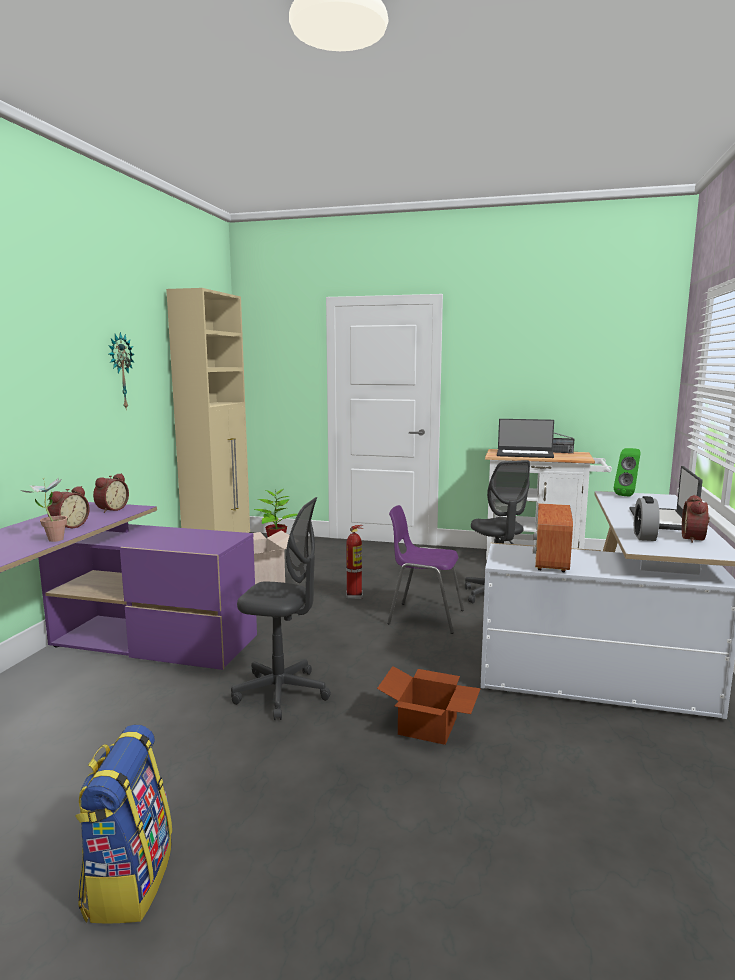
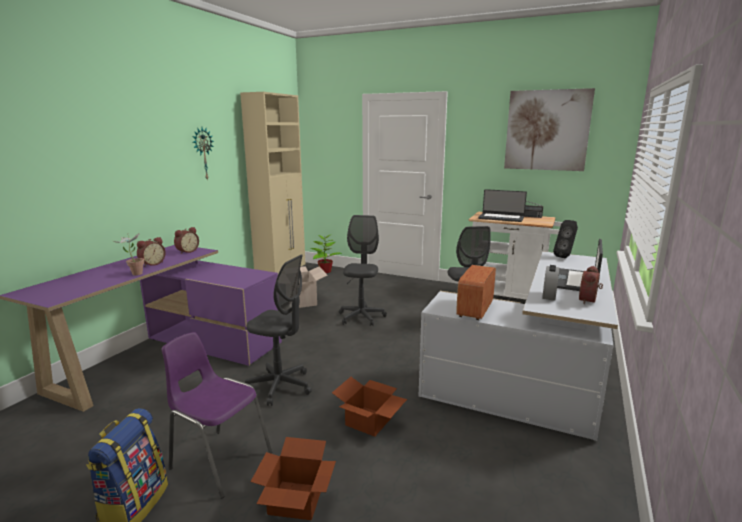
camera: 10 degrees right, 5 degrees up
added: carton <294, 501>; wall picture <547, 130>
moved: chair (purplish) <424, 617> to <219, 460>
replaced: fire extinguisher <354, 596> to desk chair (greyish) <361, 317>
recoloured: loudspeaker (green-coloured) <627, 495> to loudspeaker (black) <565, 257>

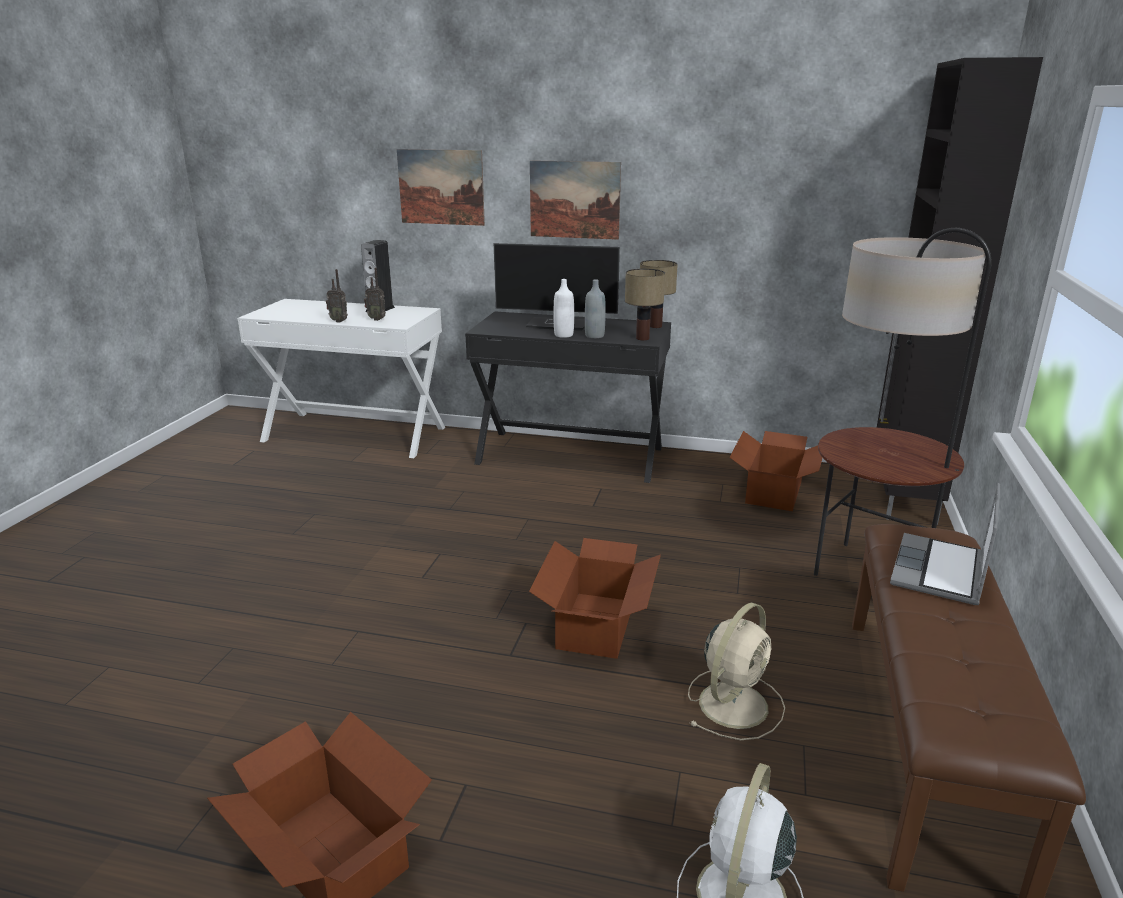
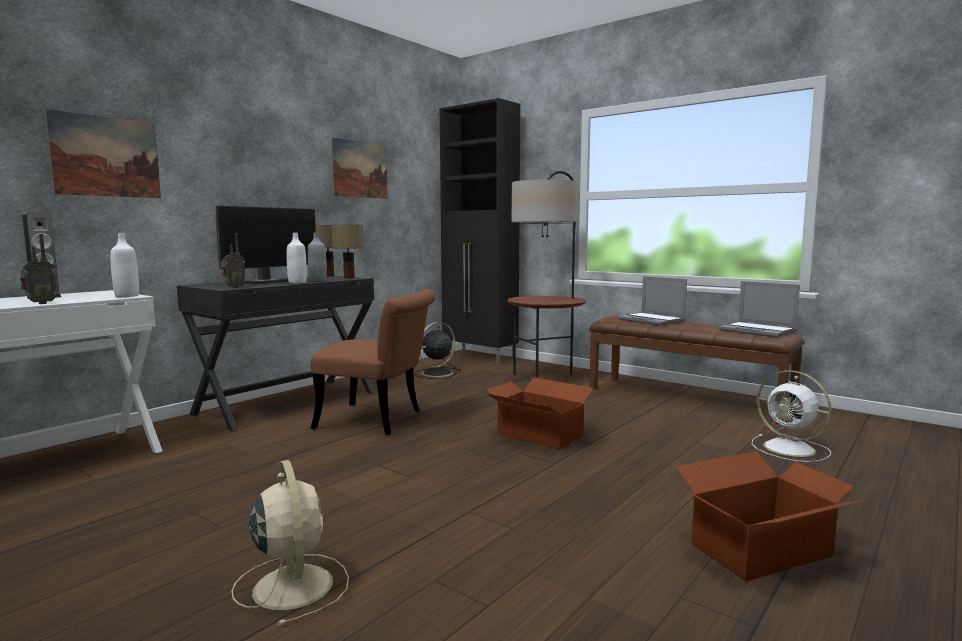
camera: 65 degrees left, 15 degrees down
added: bottle (white) <126, 296>; chair (brown-coloured) <379, 420>; laptop <758, 331>
moved: radio <377, 319> to <233, 287>; fan (beige) <734, 703> to <292, 584>; wall picture <574, 200> to <360, 169>
replaced: carton <773, 492> to fan (black) <436, 373>

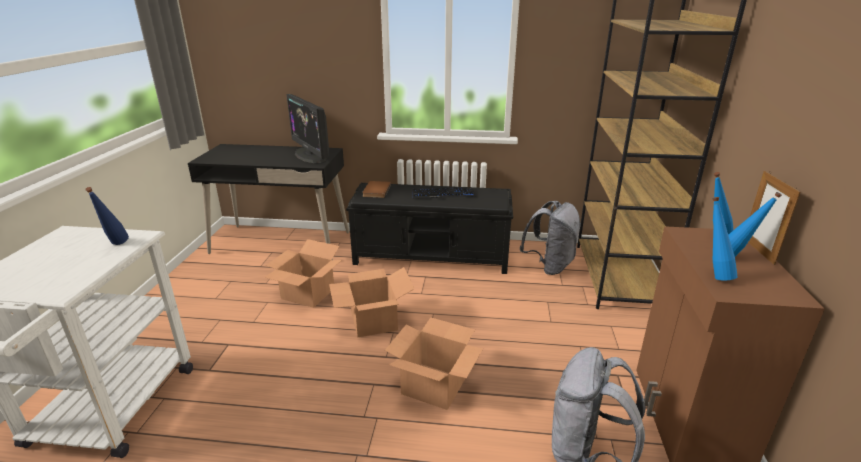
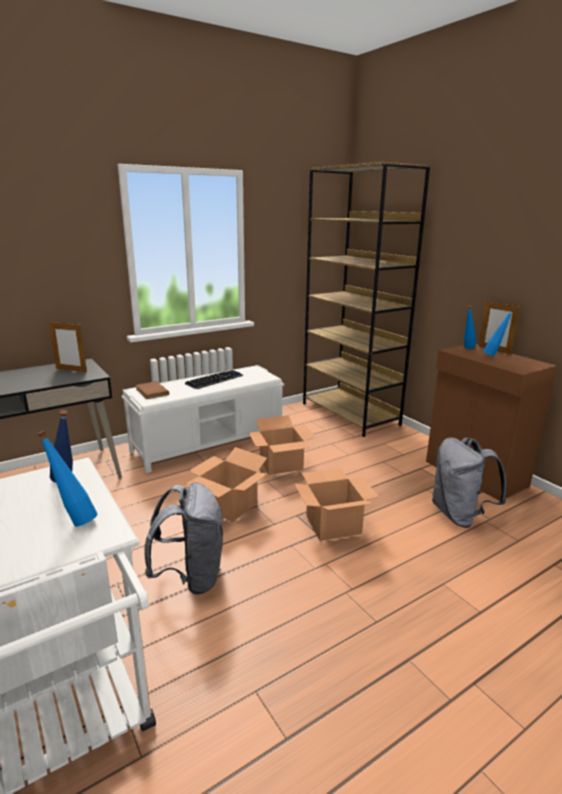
camera: 40 degrees left, 5 degrees down
moved: bottle (bluish) <713, 275> to <74, 520>; rucksack (greyish) <549, 266> to <191, 577>; carton <309, 293> to <281, 464>
replaced: monitor <310, 155> to photo frame <71, 370>
recoloured: long seat (black) <432, 256> to long seat (white) <209, 443>

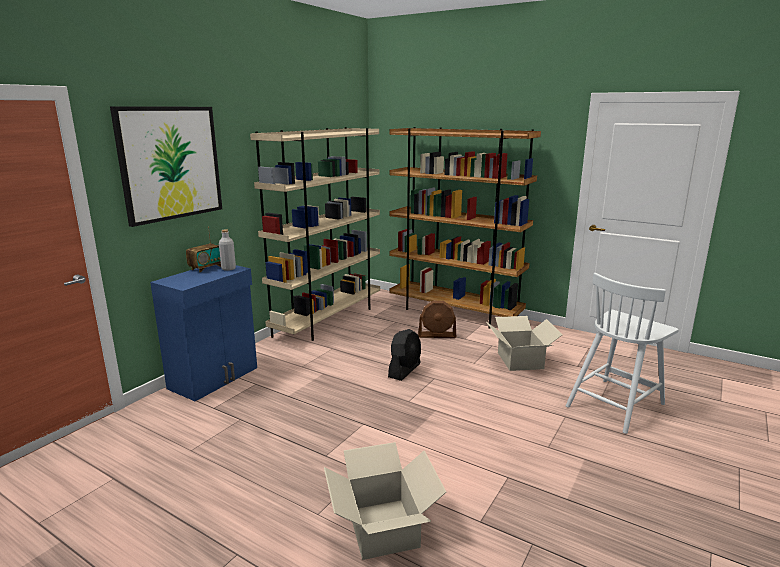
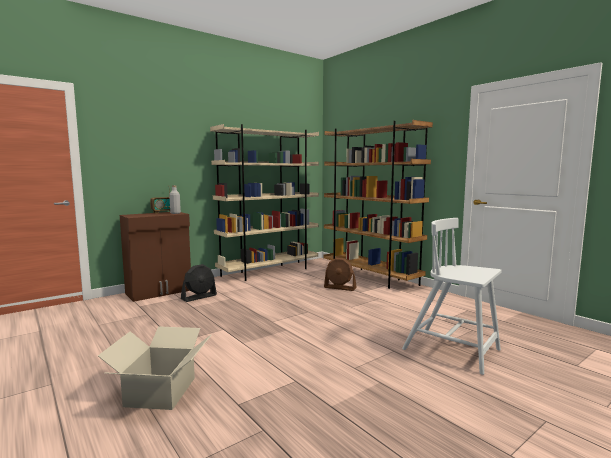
camera: 20 degrees right, 10 degrees down
removed: wall picture <170, 163>; carton <520, 360>
moved: fan (black) <404, 370> to <199, 297>
recoloured: storage cabinet (bluish) <215, 378> to storage cabinet (brown-coloured) <159, 292>
turned: chair (white) <615, 404> = <453, 350> 60 degrees clockwise

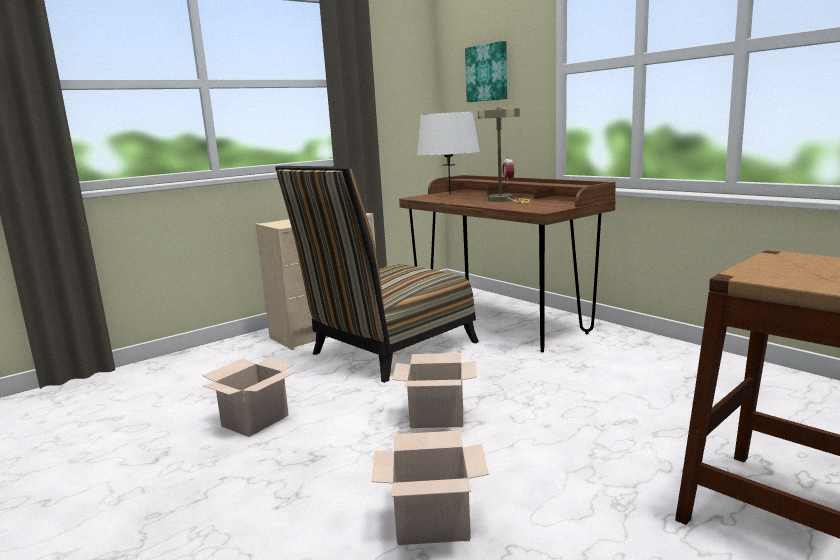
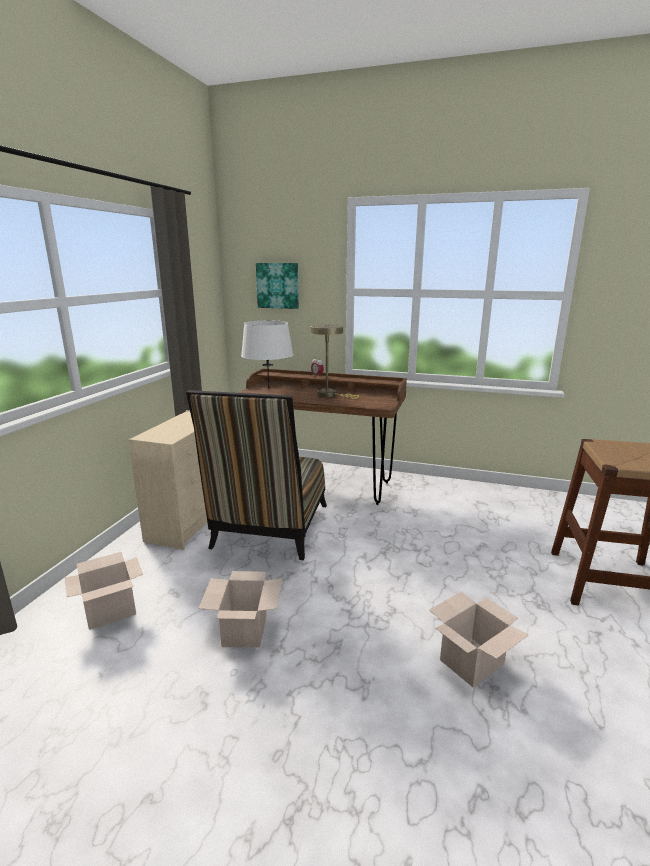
camera: 35 degrees left, 5 degrees up
moved: carton <438, 416> to <111, 610>

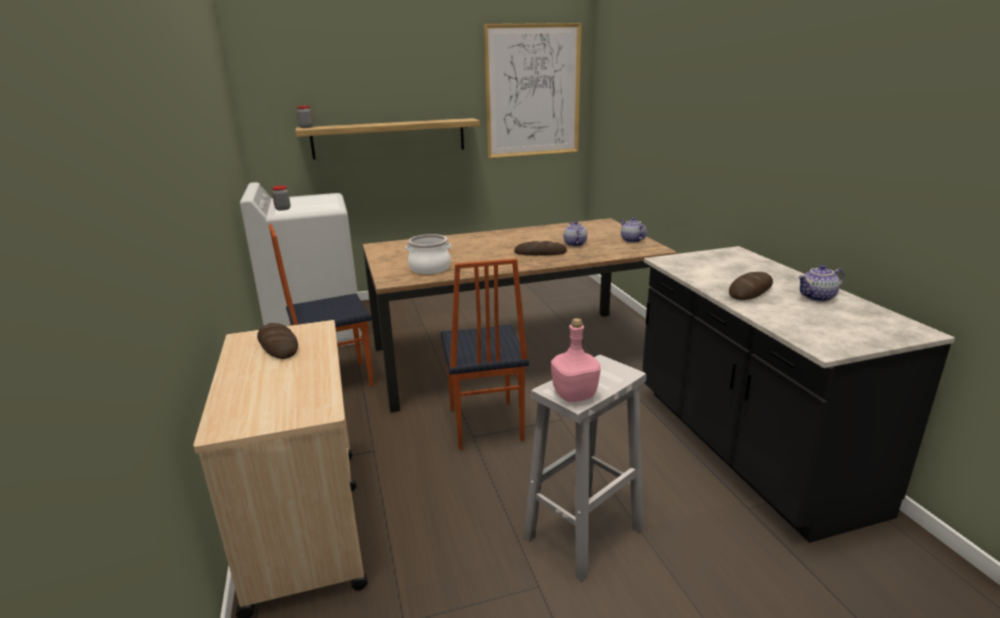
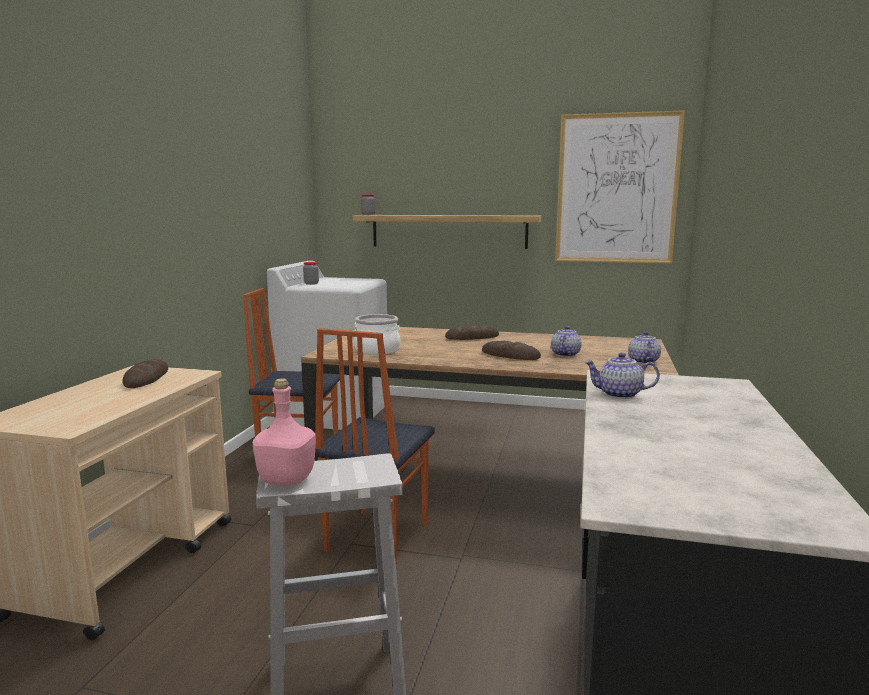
camera: 30 degrees right, 10 degrees down
moved: baked bread <750, 290> to <472, 337>; teapot <817, 298> to <619, 395>

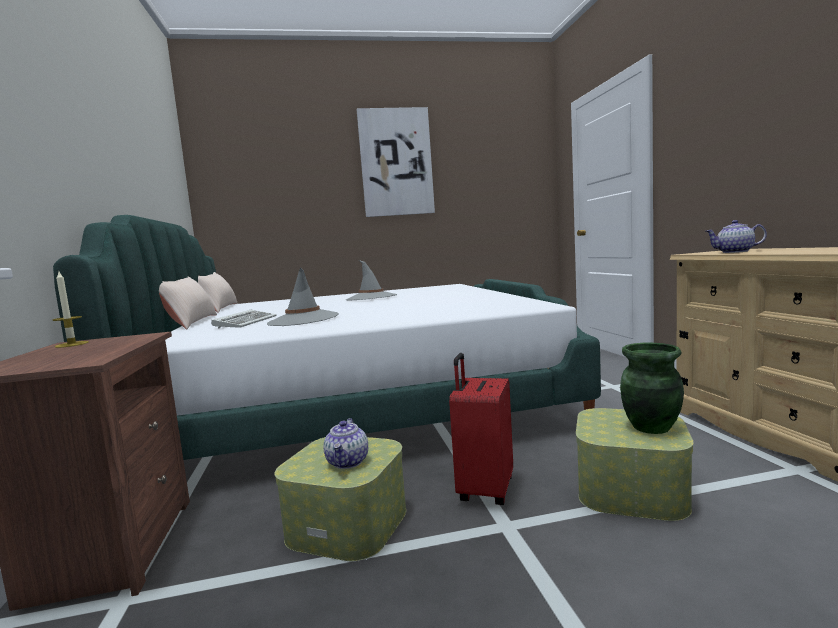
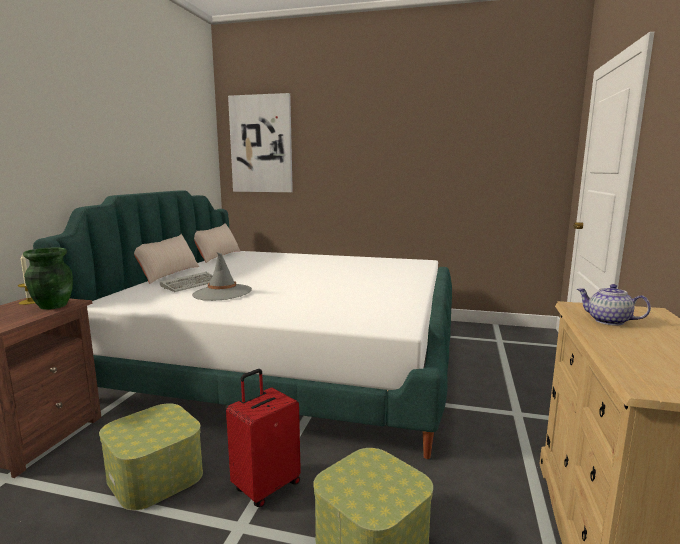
camera: 25 degrees right, 5 degrees up
removed: teapot <348, 462>; hat (greyish) <371, 298>
moved: flower vase (green-coloured) <650, 427> to <52, 306>; wall picture <396, 162> to <261, 144>

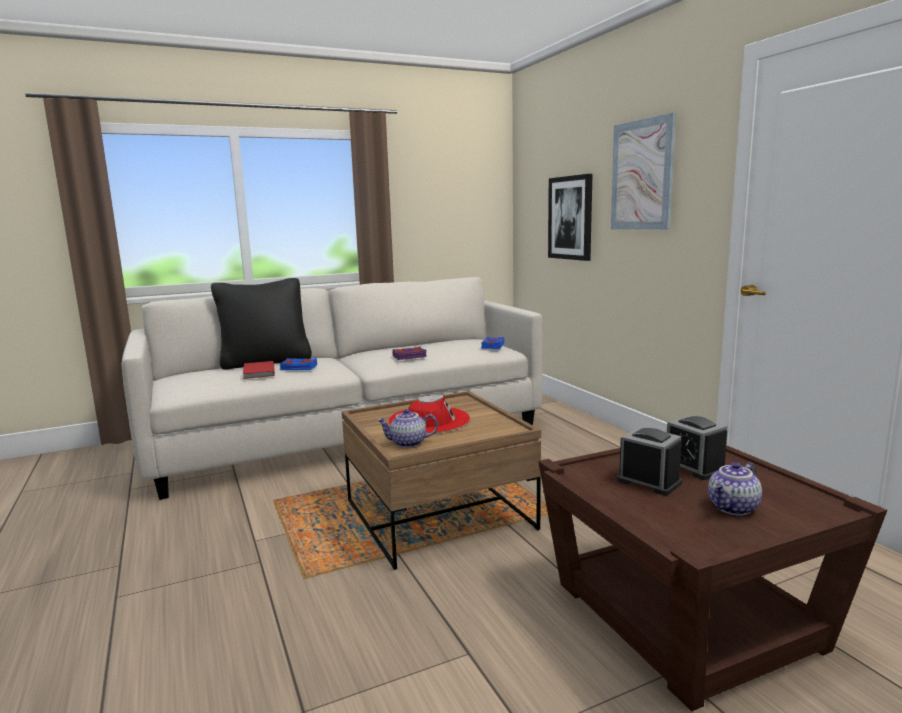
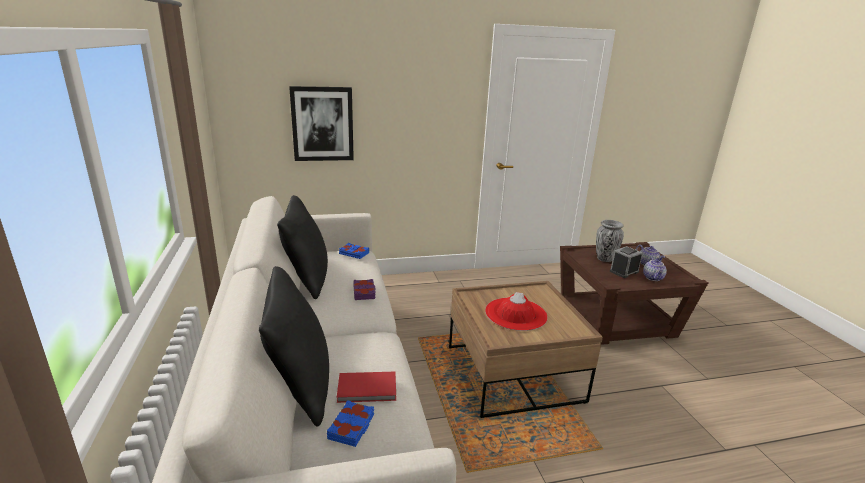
camera: 80 degrees left, 10 degrees up
removed: wall picture <642, 175>
added: pillow (black) <307, 280>
moved: volume (bluish) <299, 368> to <352, 427>; teapot <408, 443> to <653, 278>
replaced: alarm clock <694, 467> to flower vase <604, 259>

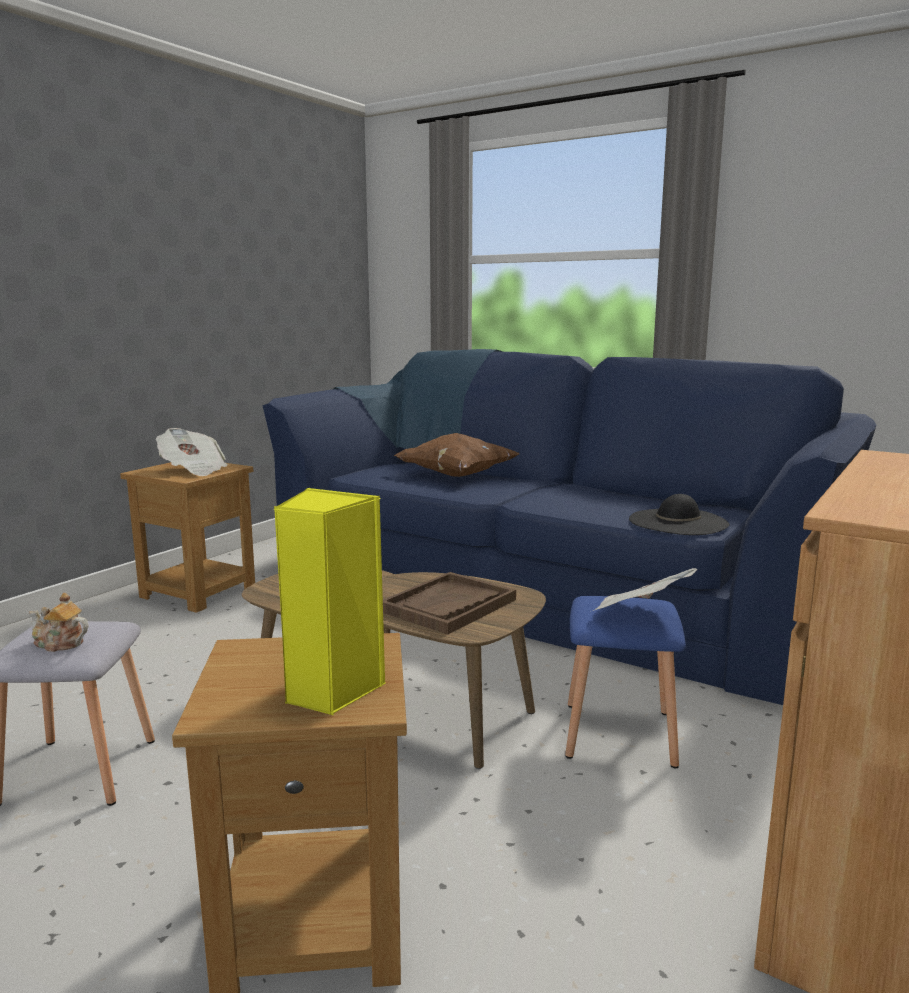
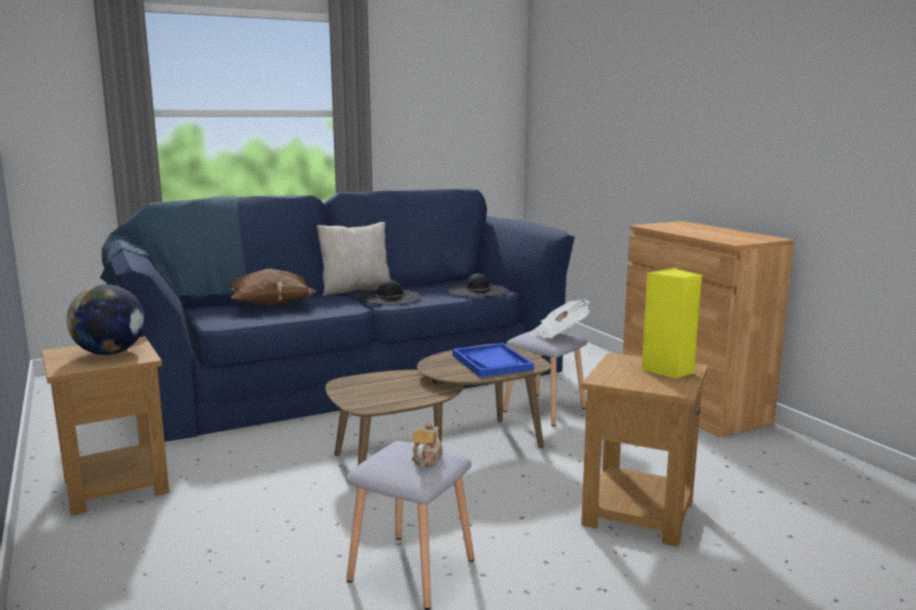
camera: 60 degrees left, 0 degrees up
added: pillow (beige) <355, 290>; hat (black) <389, 298>
replaced: newspaper <193, 470> to globe <110, 353>
recoloured: carrying tray (brown-coloured) <449, 606> to carrying tray (bluish) <492, 362>; stool seat (bluish) <620, 735> to stool seat (greyish) <546, 409>
turned: teapot <59, 644> = <426, 459> 150 degrees clockwise

